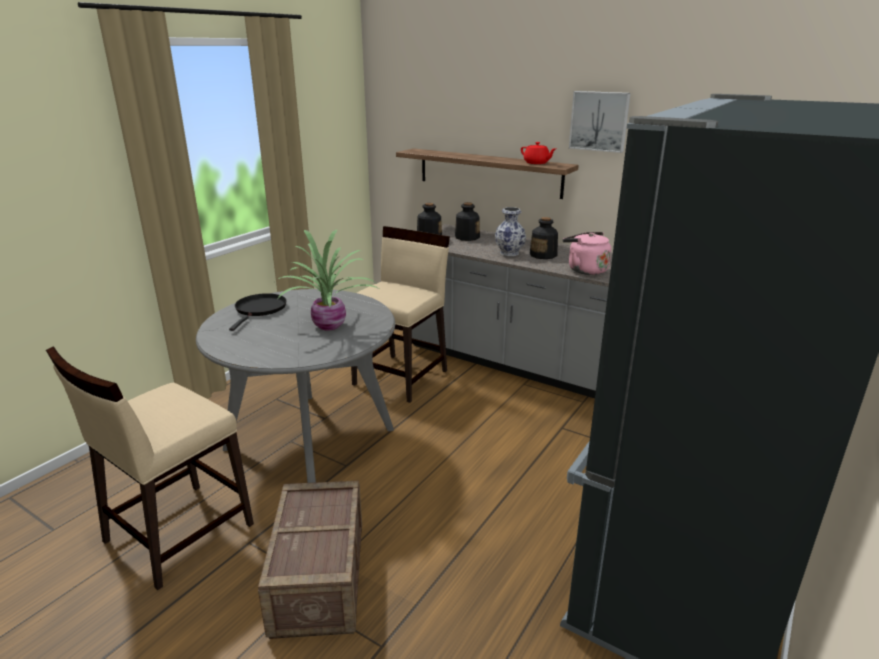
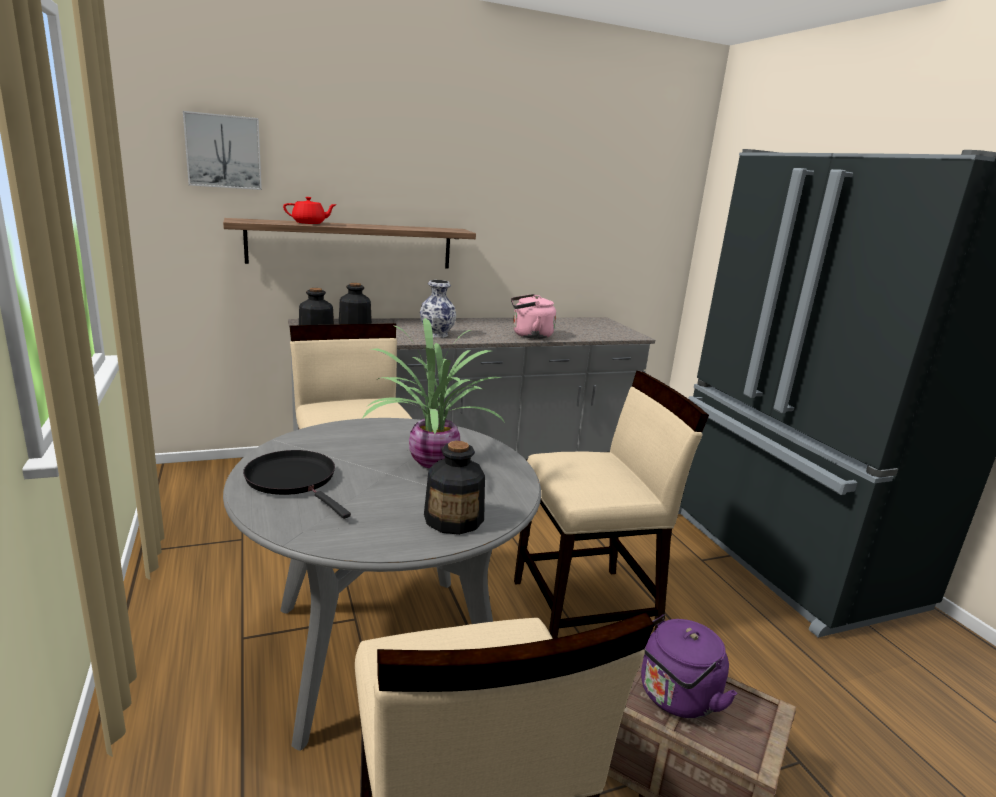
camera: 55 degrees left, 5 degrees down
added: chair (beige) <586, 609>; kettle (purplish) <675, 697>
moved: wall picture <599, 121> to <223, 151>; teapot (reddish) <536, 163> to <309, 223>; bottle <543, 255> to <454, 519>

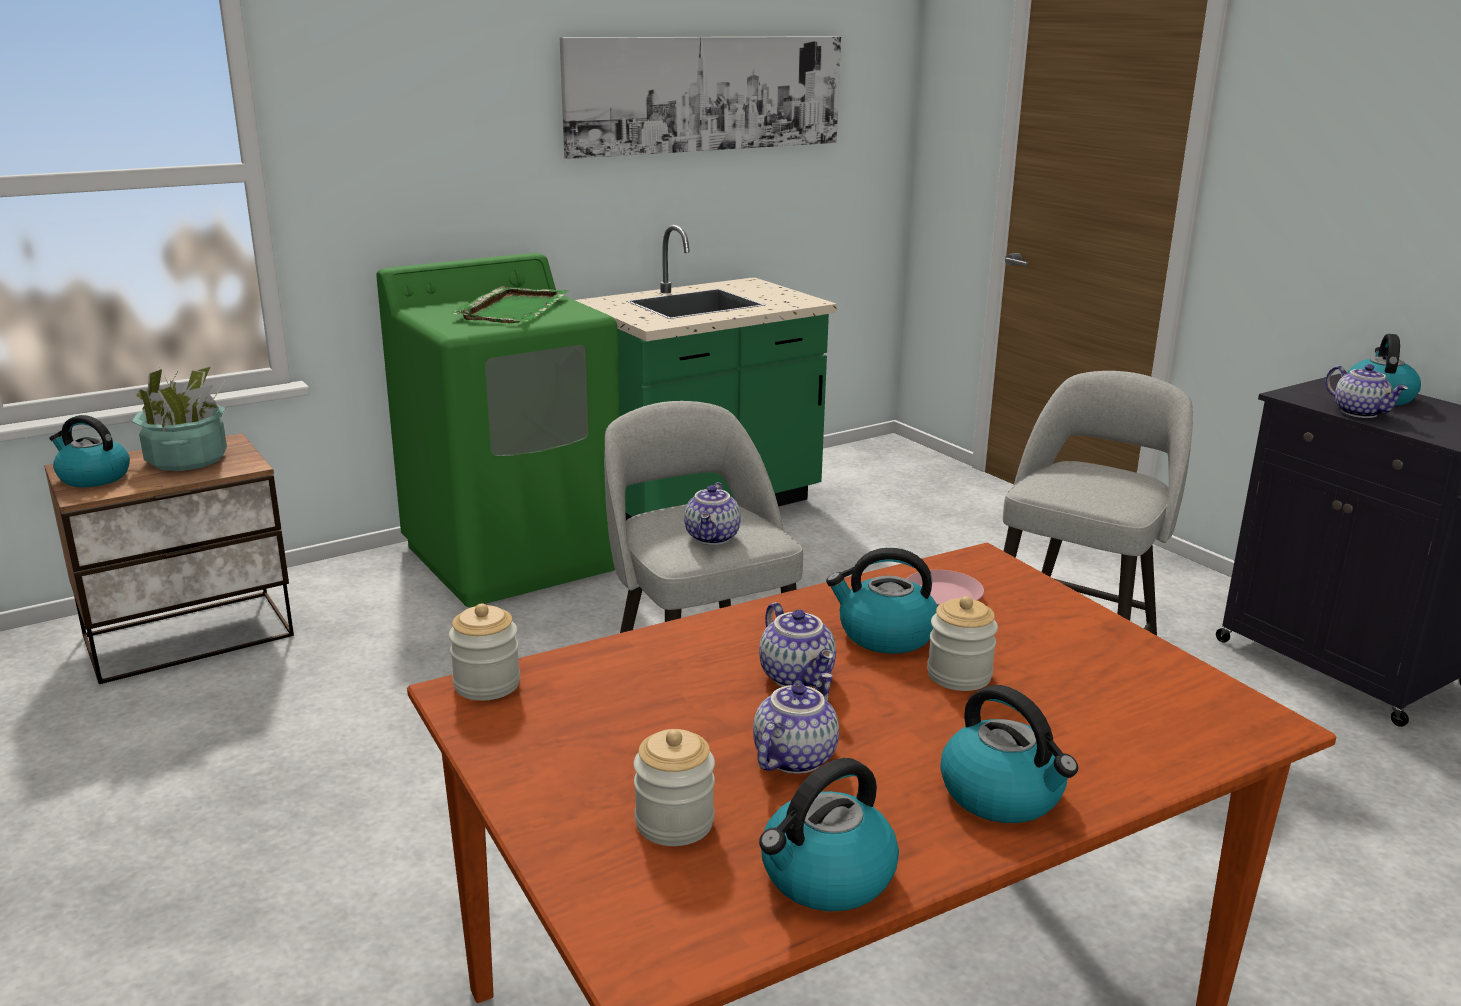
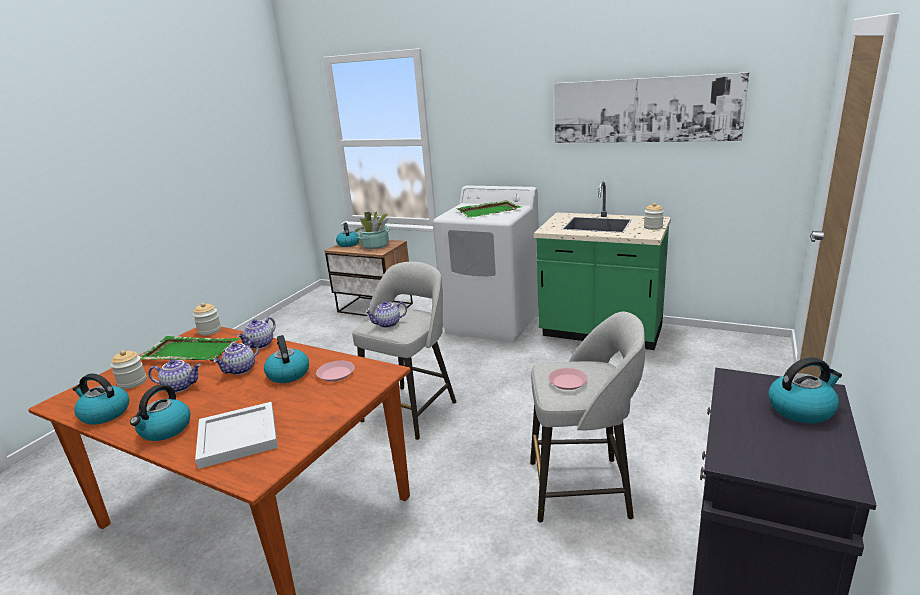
camera: 60 degrees right, 0 degrees up
added: carrying tray (green-coloured) <189, 351>; carrying tray (white) <239, 436>; dinner plate (pink-coloured) <568, 382>
moved: teapot <1360, 413> to <260, 345>; preserve jar <959, 675> to <653, 227>
recoloured: laundry machine (green-coloured) <513, 557> to laundry machine (white) <493, 322>

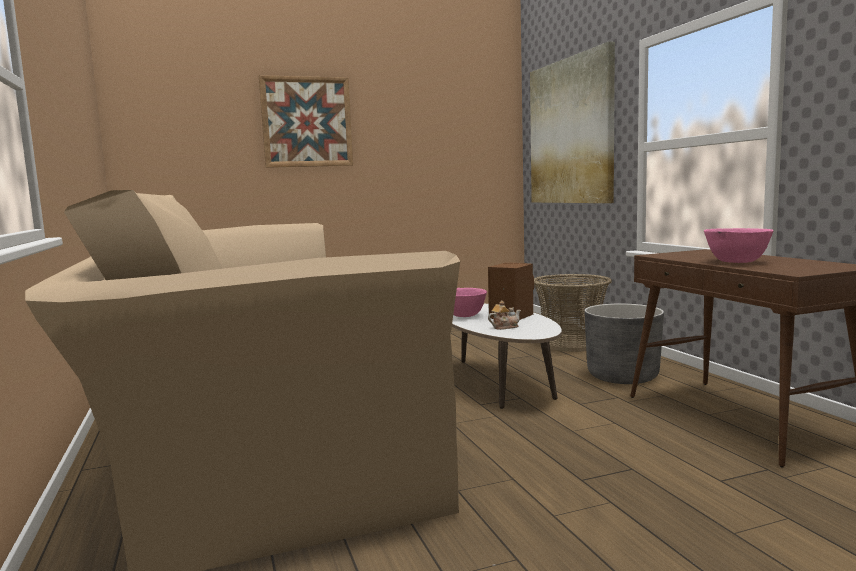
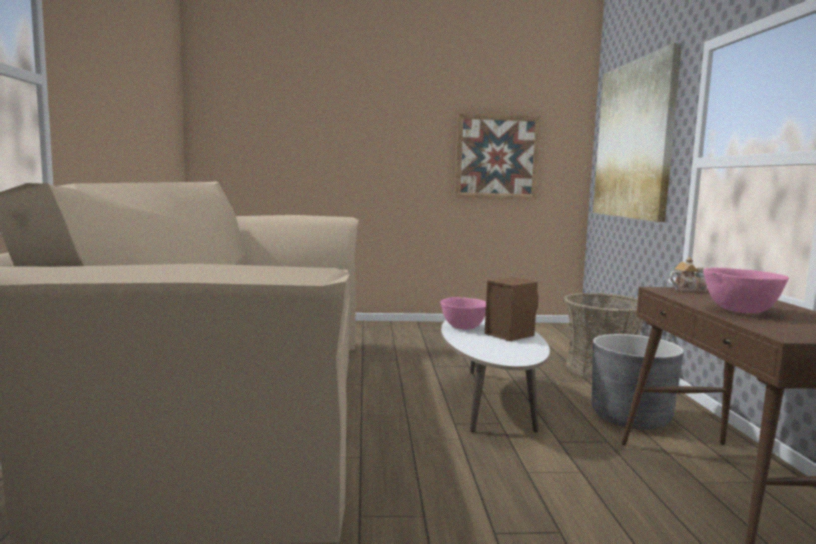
camera: 15 degrees right, 0 degrees up
moved: wall picture <307, 122> to <497, 157>; teapot <504, 327> to <689, 290>

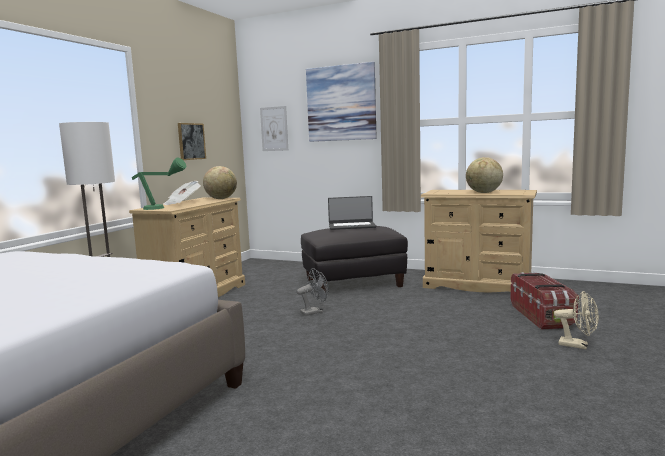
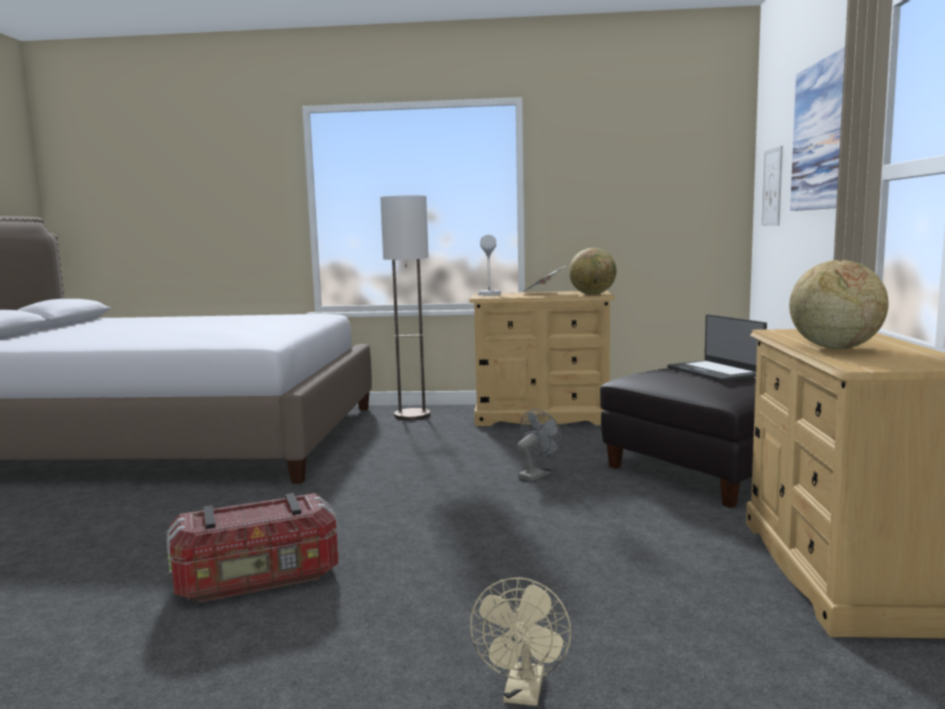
camera: 70 degrees right, 0 degrees up
removed: wall picture <191, 141>
moved: storage bin <541, 316> to <258, 579>
recoloured: lamp for a table (green-coloured) <162, 208> to lamp for a table (greyish) <489, 295>
turned: fan (greyish) <315, 312> = <537, 474> 90 degrees counterclockwise

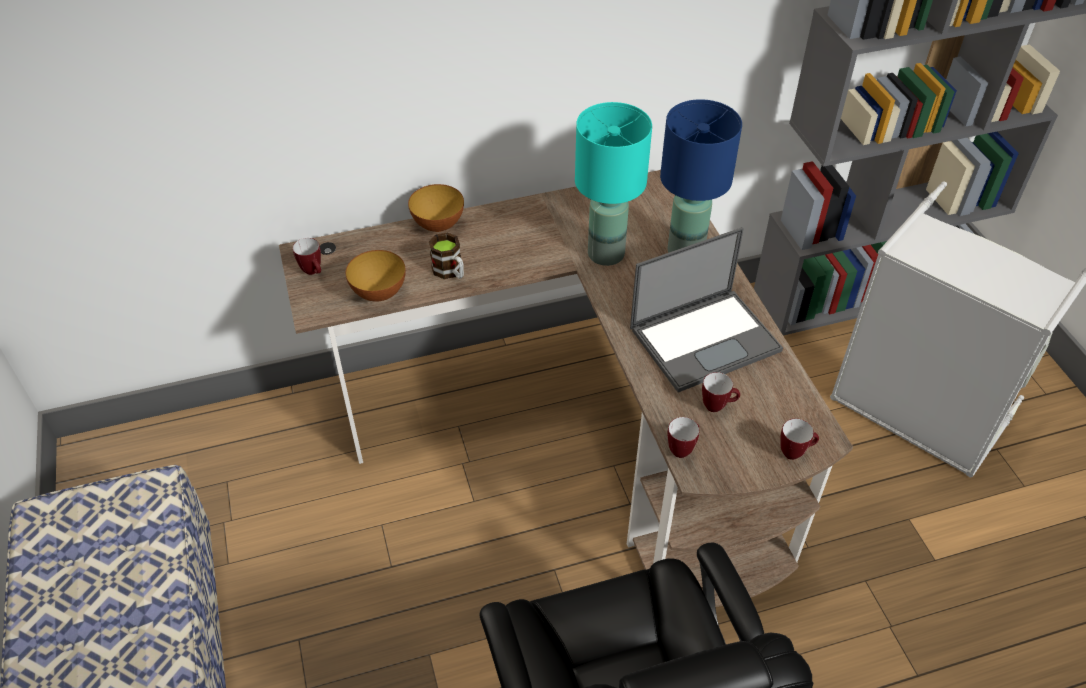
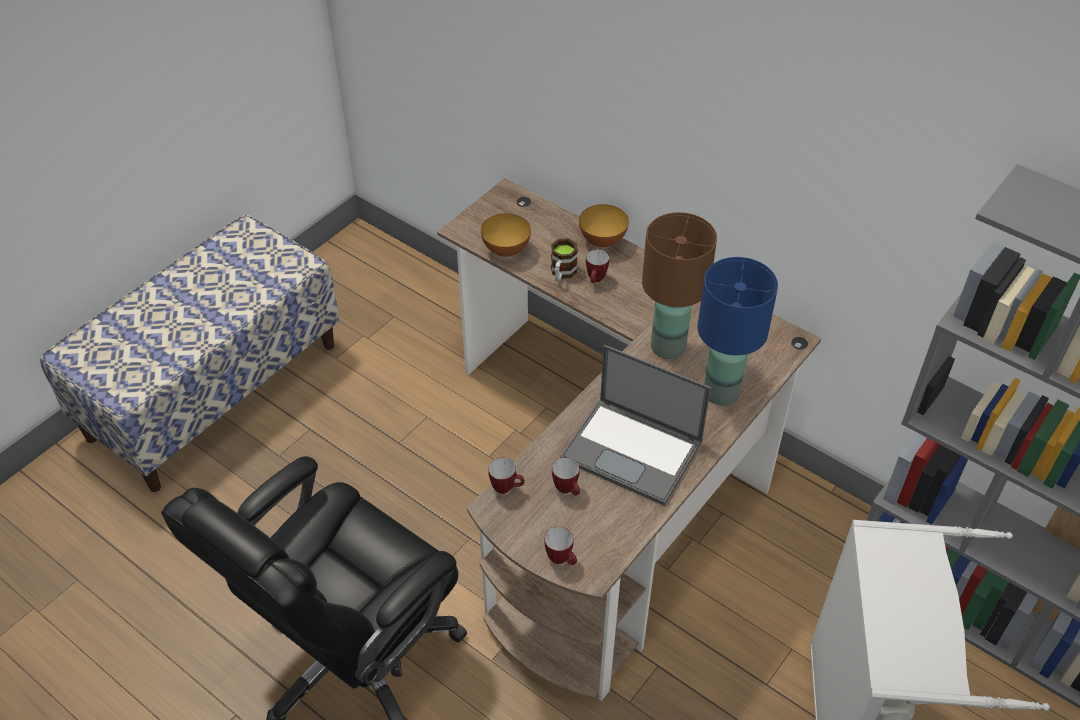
camera: 55 degrees right, 0 degrees up
moved: tea mug <313, 272> to <596, 280>
recoloured: lamp for a table (blue-green) <606, 254> to lamp for a table (brown-coloured) <667, 347>

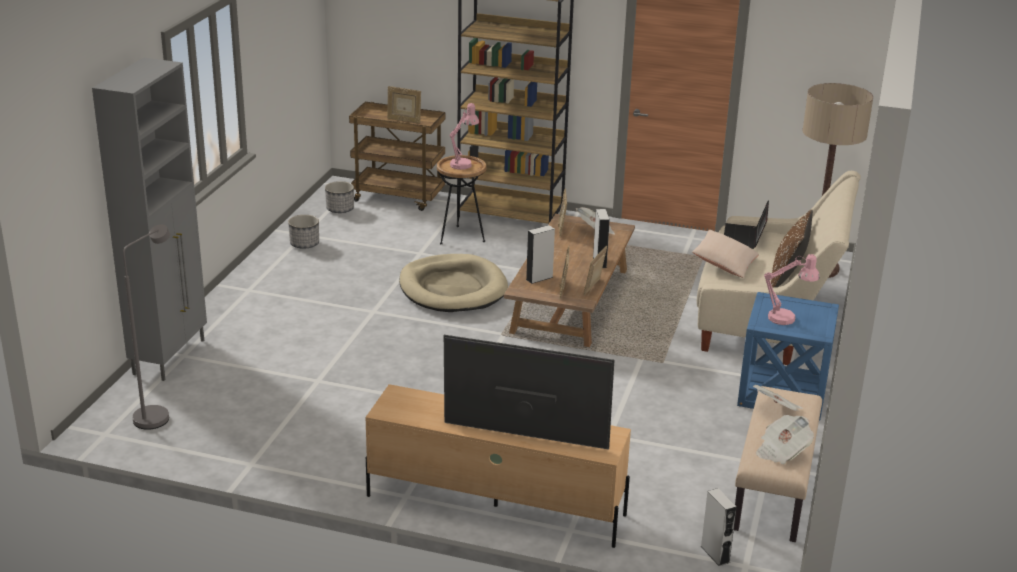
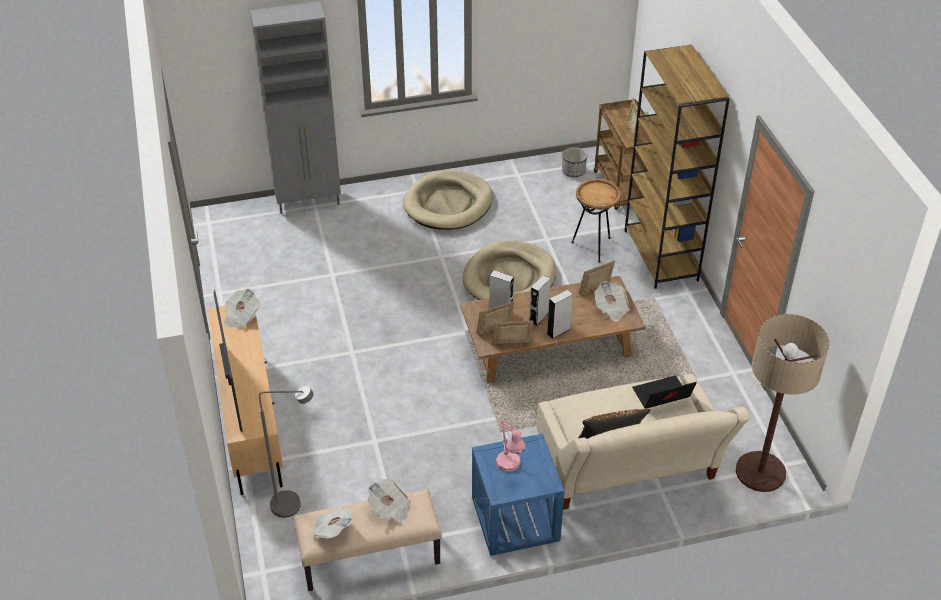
camera: 60 degrees right, 15 degrees up
removed: flower pot <304, 244>; lamp for a table (pink-coloured) <463, 163>; pillow (beige) <724, 263>
added: newspaper <241, 317>; pet bed (beige) <448, 204>
moved: floor lamp (greyish) <158, 414> to <294, 505>; loudspeaker (greyish) <715, 554> to <538, 317>

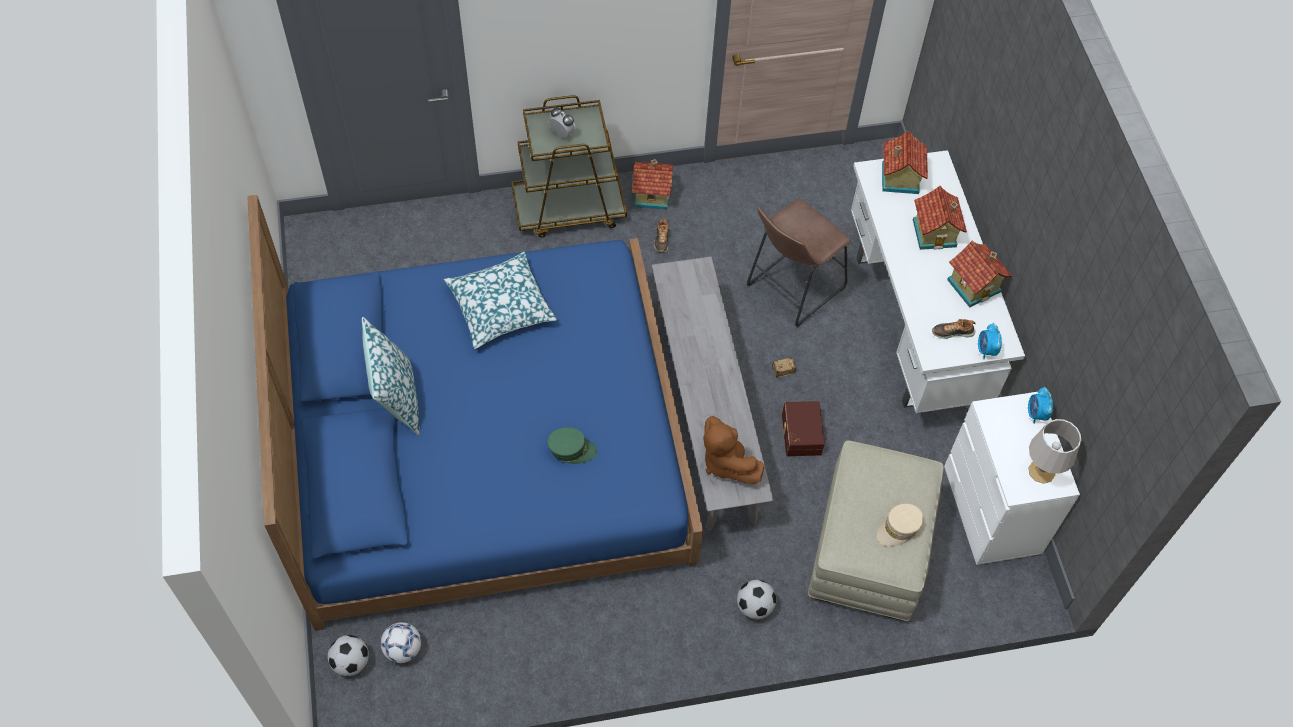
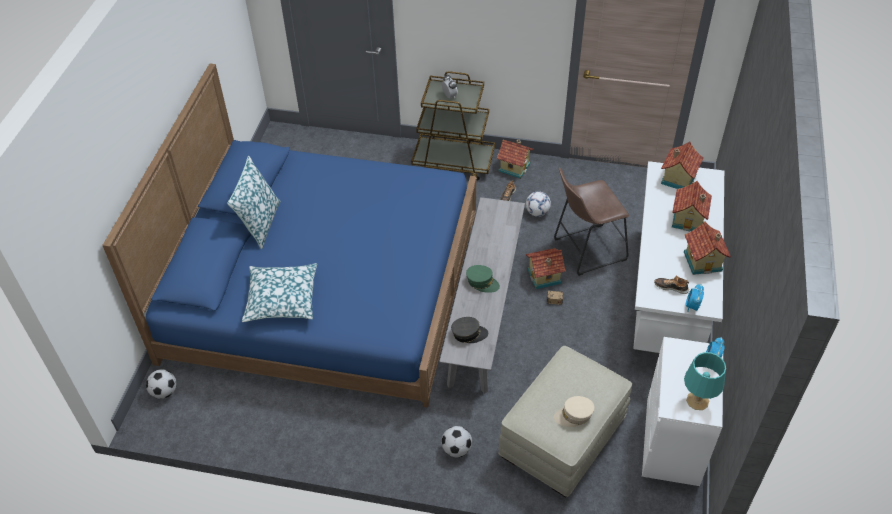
camera: 25 degrees right, 10 degrees down
removed: storage bin (brown-coloured) <800, 434>
added: toy house <544, 277>
moved: pillow <500, 307> to <282, 299>; baseball cap (green-coloured) <571, 449> to <482, 282>; football ball <403, 649> to <537, 212>
replaced: cuddly toy (brown-coloured) <726, 462> to baseball cap (greyish) <469, 334>
recoloured: lamp for a table (greyish) <1042, 471> to lamp for a table (blue-green) <698, 401>

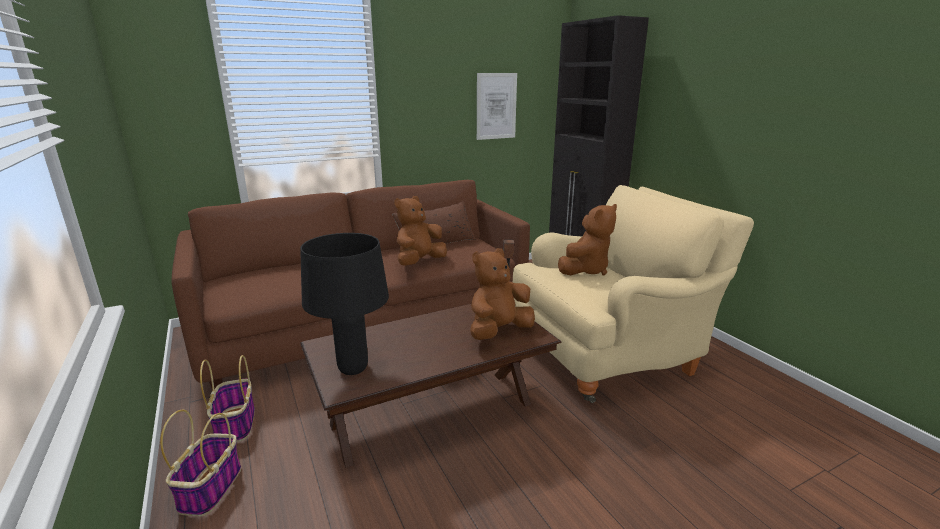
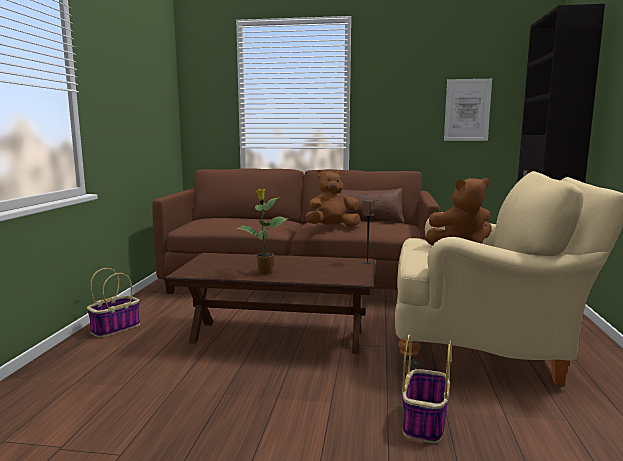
camera: 35 degrees right, 10 degrees down
removed: lamp for a table (black) <353, 368>; cuddly toy (brown-coloured) <499, 331>
added: houseplant <264, 273>
moved: basket <235, 424> to <424, 421>

